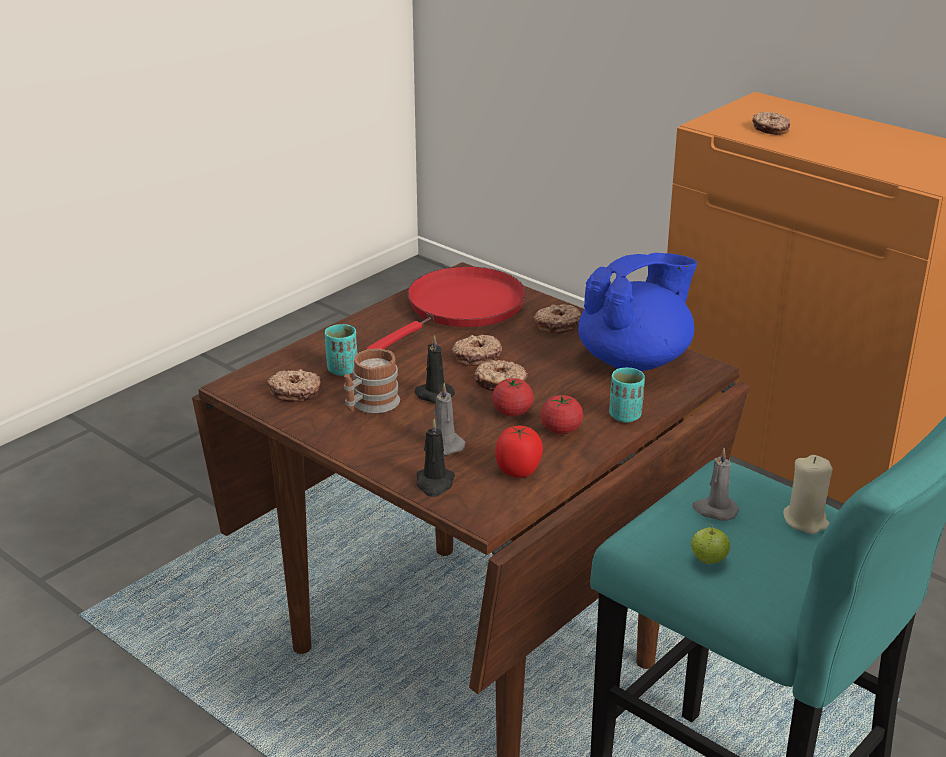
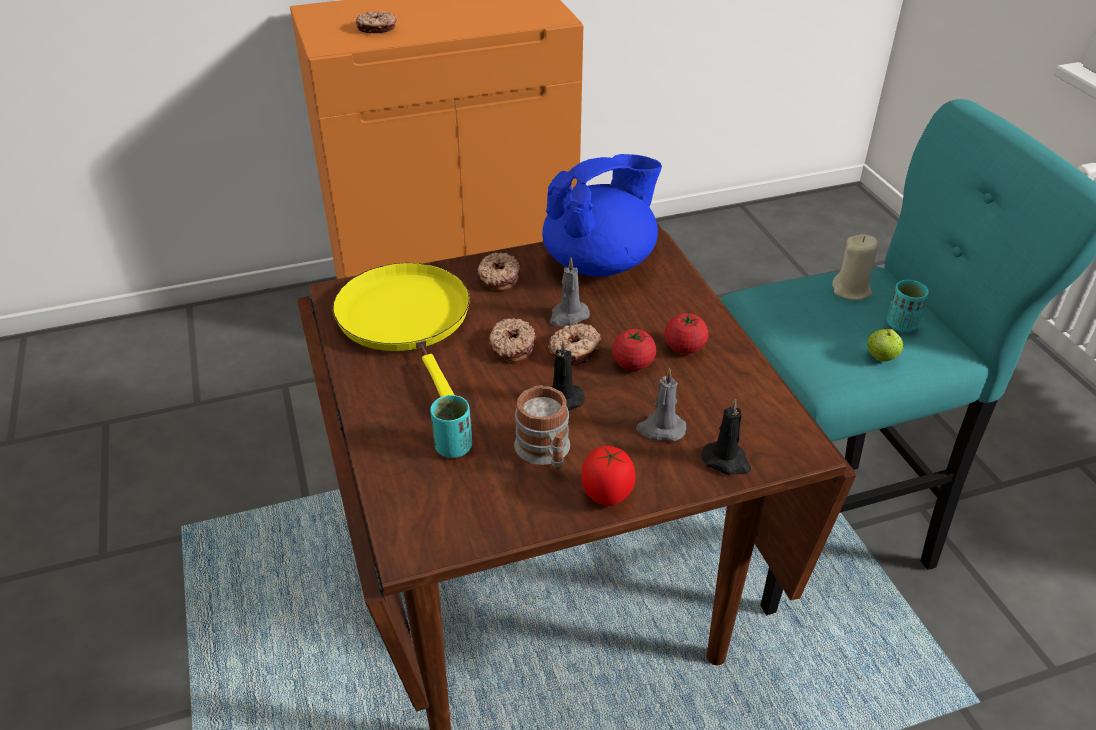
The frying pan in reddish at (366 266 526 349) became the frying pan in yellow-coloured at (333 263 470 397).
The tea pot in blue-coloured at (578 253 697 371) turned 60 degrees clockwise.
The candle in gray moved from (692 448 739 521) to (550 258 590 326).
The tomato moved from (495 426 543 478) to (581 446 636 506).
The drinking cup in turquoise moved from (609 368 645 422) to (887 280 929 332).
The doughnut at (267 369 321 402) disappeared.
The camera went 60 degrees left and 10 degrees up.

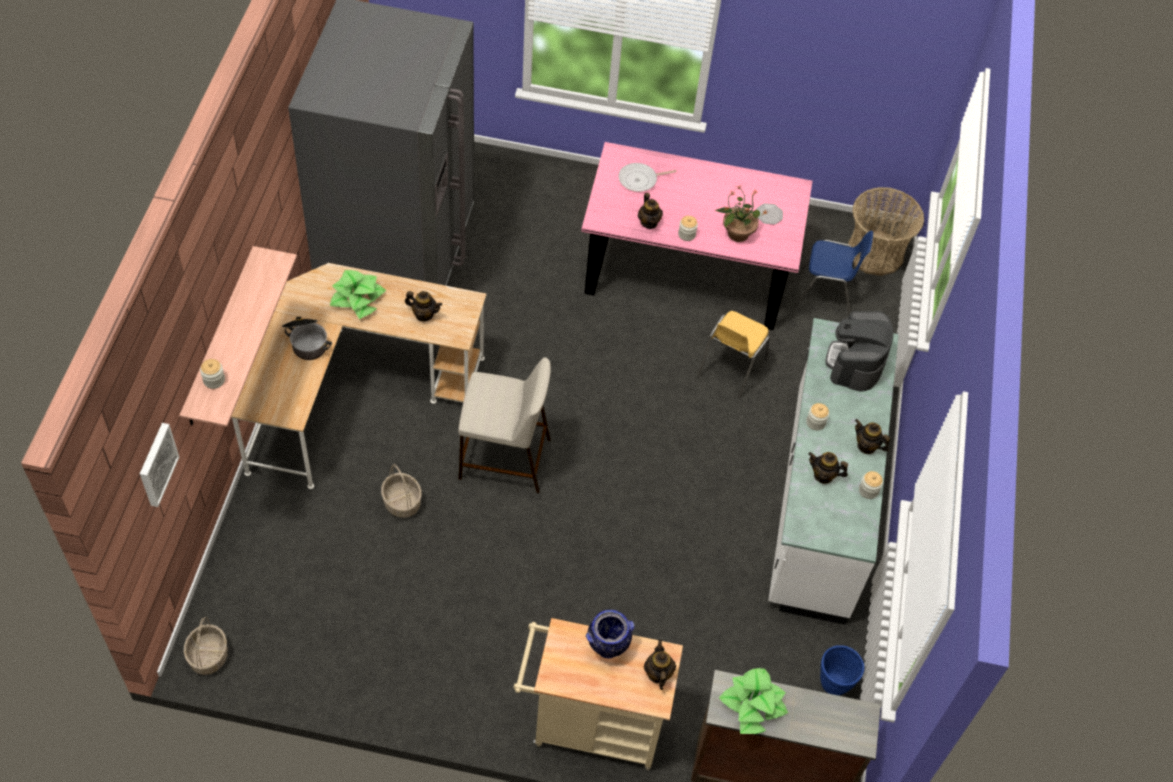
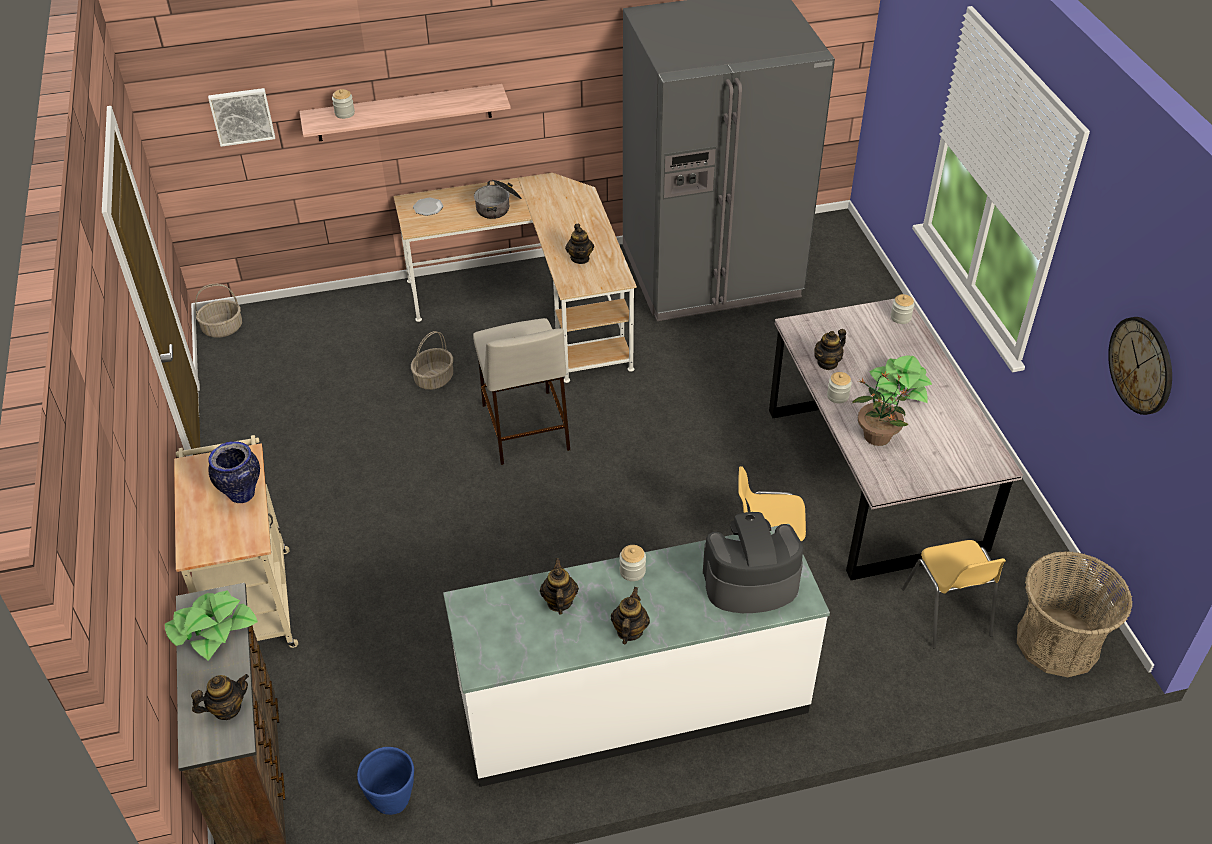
The tea pot moved from (644 640 676 690) to (191 674 249 720).
The plate moved from (756 203 783 225) to (413 197 443 216).
The dinner table in pink-coloured at (581 142 812 330) became the dinner table in gray at (769 299 1023 580).
The plant in a pot moved from (330 270 386 319) to (869 356 933 405).
The jar moved from (859 471 883 499) to (891 294 914 324).
The plain chair in blue-coloured at (794 230 873 316) became the plain chair in yellow-coloured at (902 540 1006 649).
The hanging clock at (1108 317 1172 415) appeared.
The frying pan at (619 163 677 192) disappeared.
The camera went 70 degrees right and 10 degrees down.

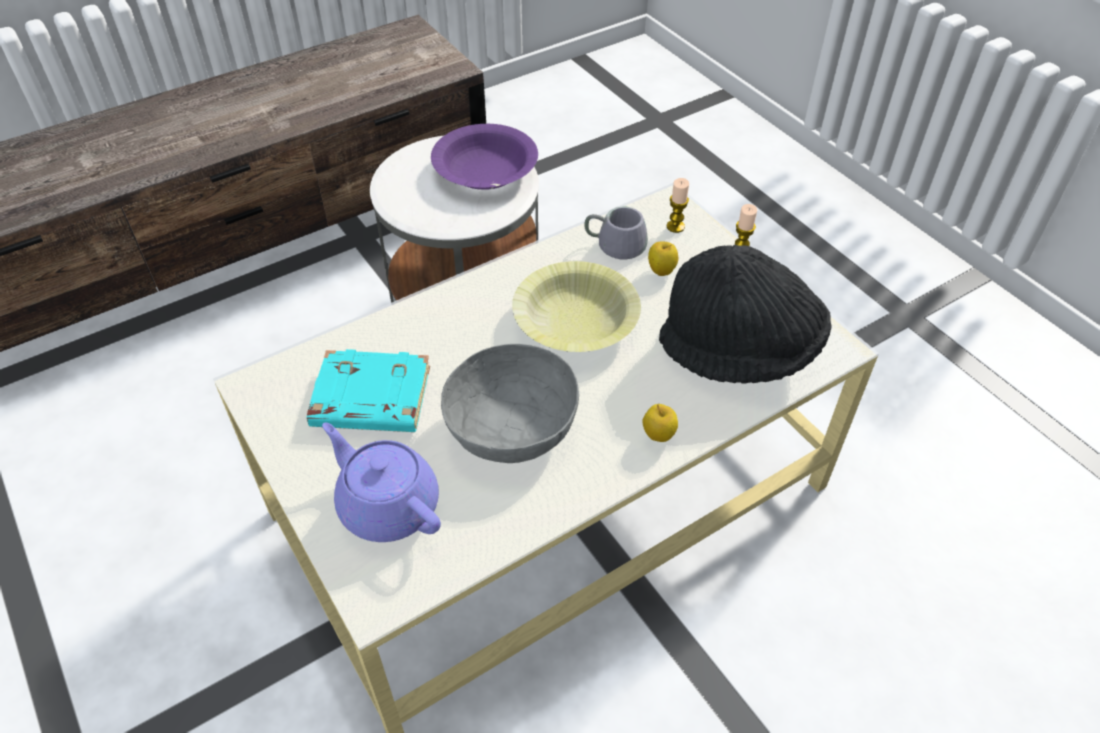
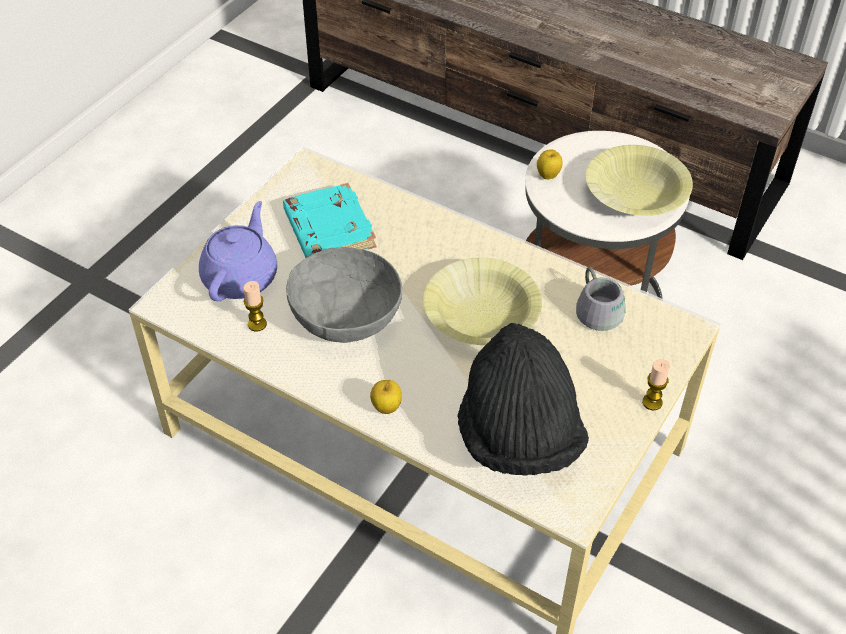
The candle moved from (667 178 689 233) to (243 281 267 331).
The apple fruit moved from (648 241 678 276) to (537 149 563 179).
The serving bowl in purplish at (431 124 538 190) became the serving bowl in yellow-coloured at (586 145 693 216).
The camera went 65 degrees right and 0 degrees up.

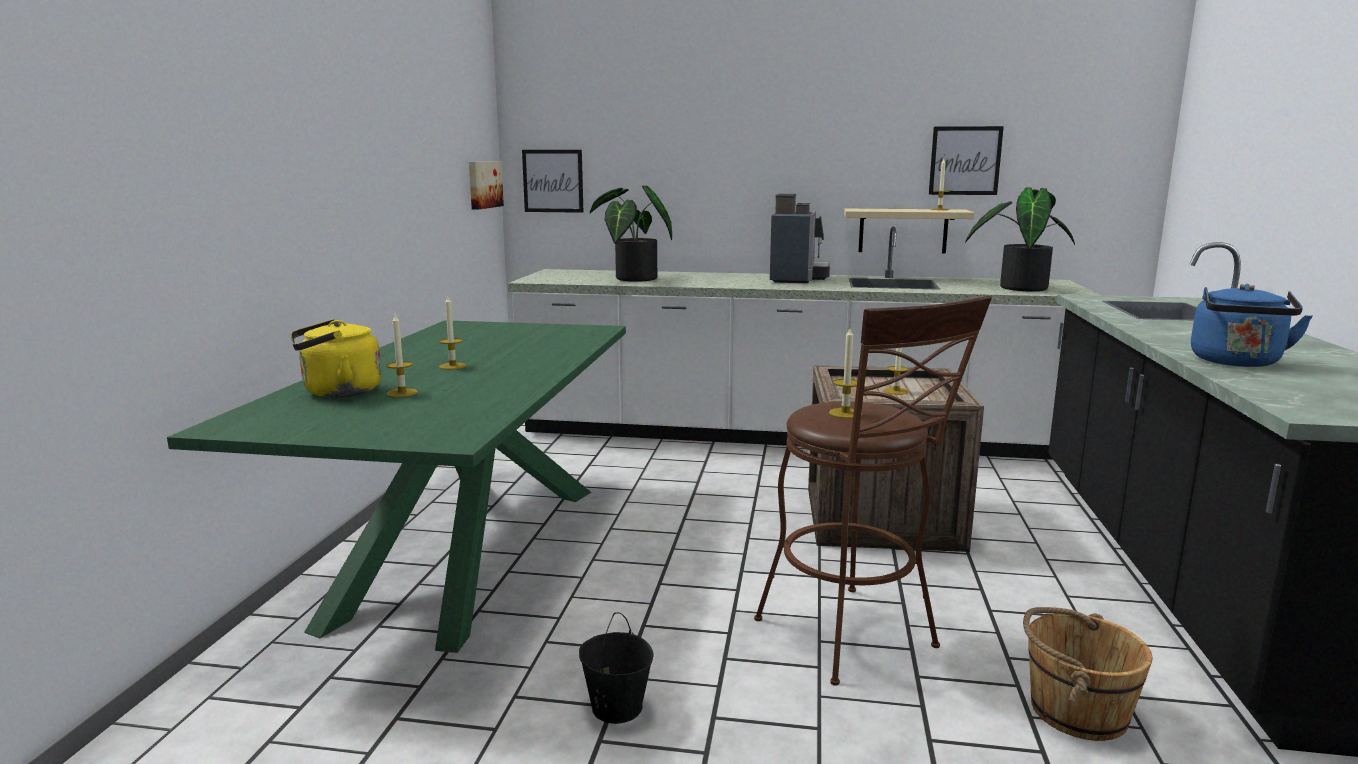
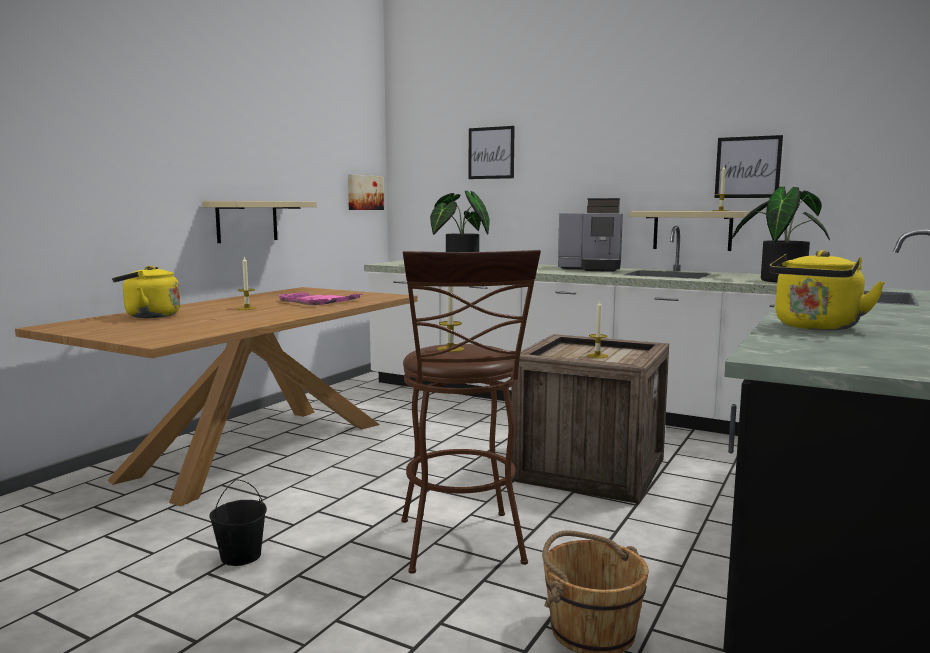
The dinner table in green at (167 320 626 653) became the dinner table in brownish at (15 287 418 506).
The shelf in beige-coloured at (202 201 317 243) appeared.
The tray in pink-coloured at (278 292 363 305) appeared.
The wall picture moved from (522 150 583 213) to (469 126 515 179).
The coffee brewer at (770 194 830 283) turned 75 degrees clockwise.
The kettle in blue-coloured at (1191 284 1313 367) became the kettle in yellow-coloured at (769 250 885 330).
The candle at (386 314 418 397) disappeared.
The camera went 20 degrees right and 5 degrees down.

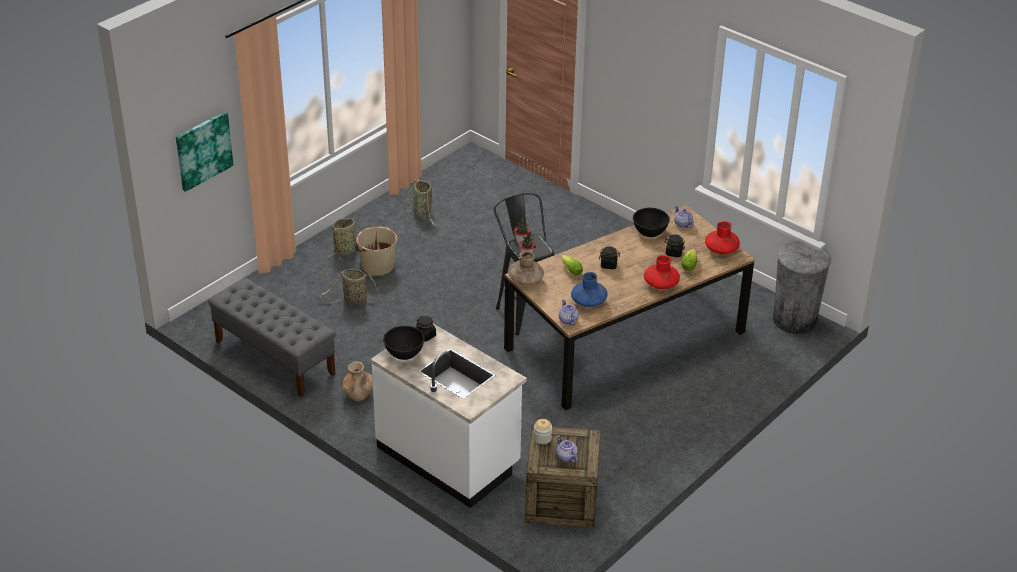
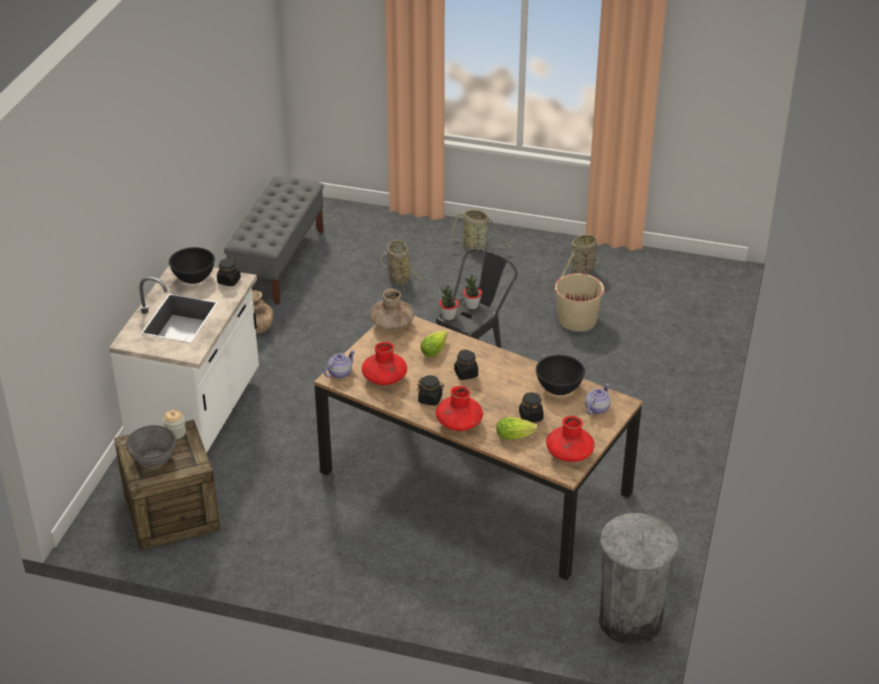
The tea pot at (556 435 578 463) was replaced by the serving bowl in gray at (126 425 176 467).
The vase in blue-coloured at (571 272 607 307) became the vase in reddish at (362 342 407 385).
The jar in black-coloured at (417 375 444 406) appeared.
The pail in beige-coloured moved from (356 226 397 275) to (554 273 606 331).
The wall picture at (176 112 233 192) disappeared.
The camera went 65 degrees right and 0 degrees up.

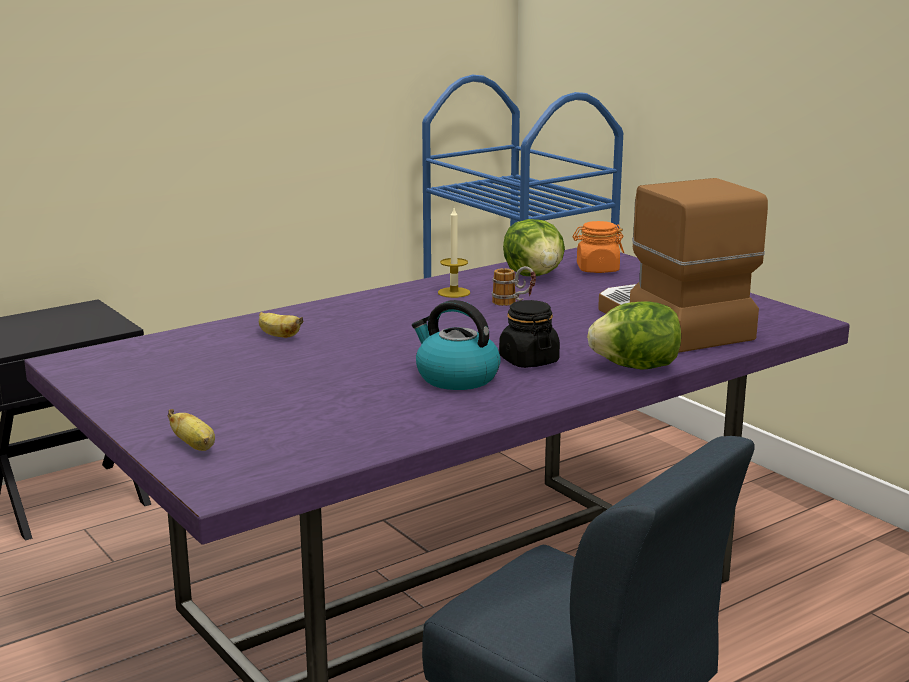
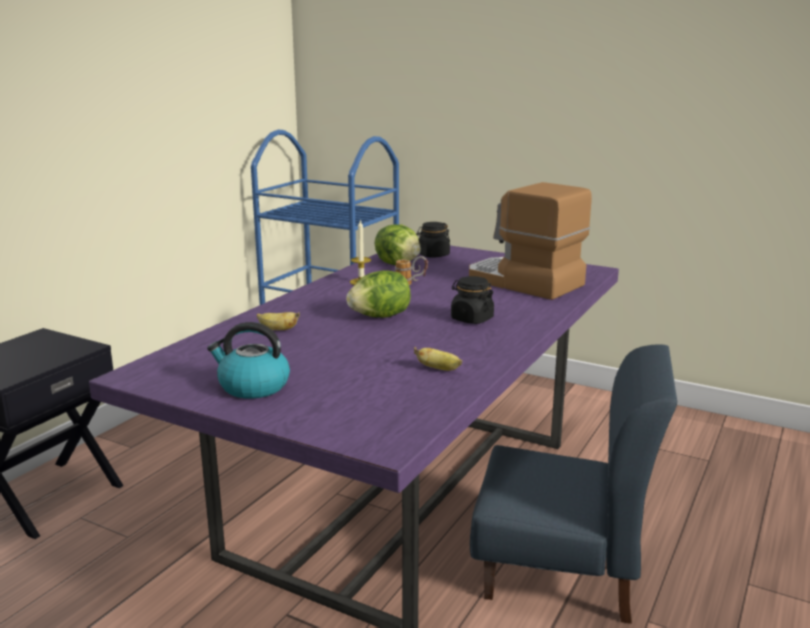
The kettle moved from (412 300 501 390) to (207 322 290 399).
The lettuce head moved from (587 301 681 370) to (346 270 411 318).
The whole banana moved from (168 409 215 451) to (414 347 462 371).
The jar in orangey at (572 221 624 273) became the jar in black-coloured at (416 222 450 258).
The camera went 25 degrees left and 0 degrees up.

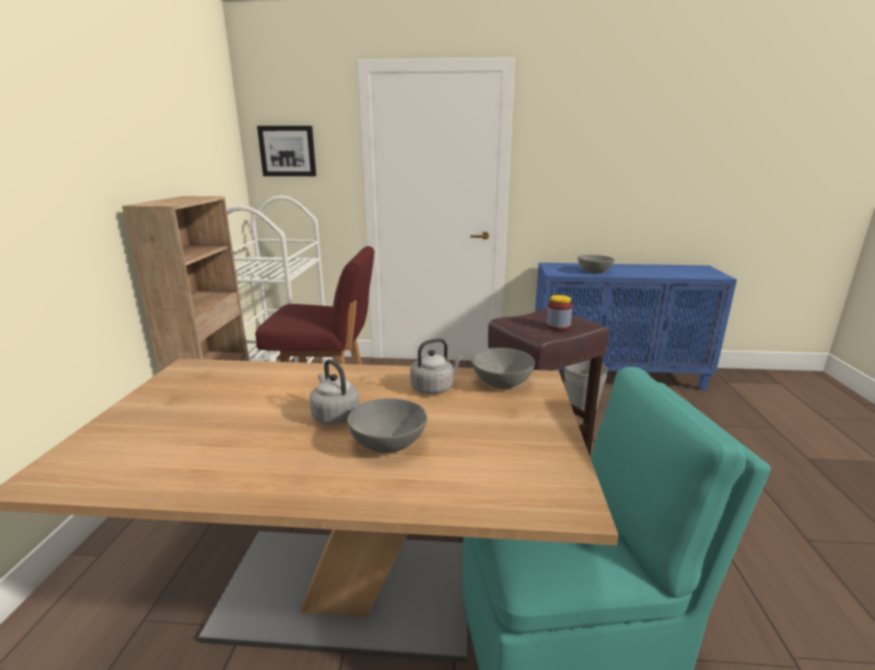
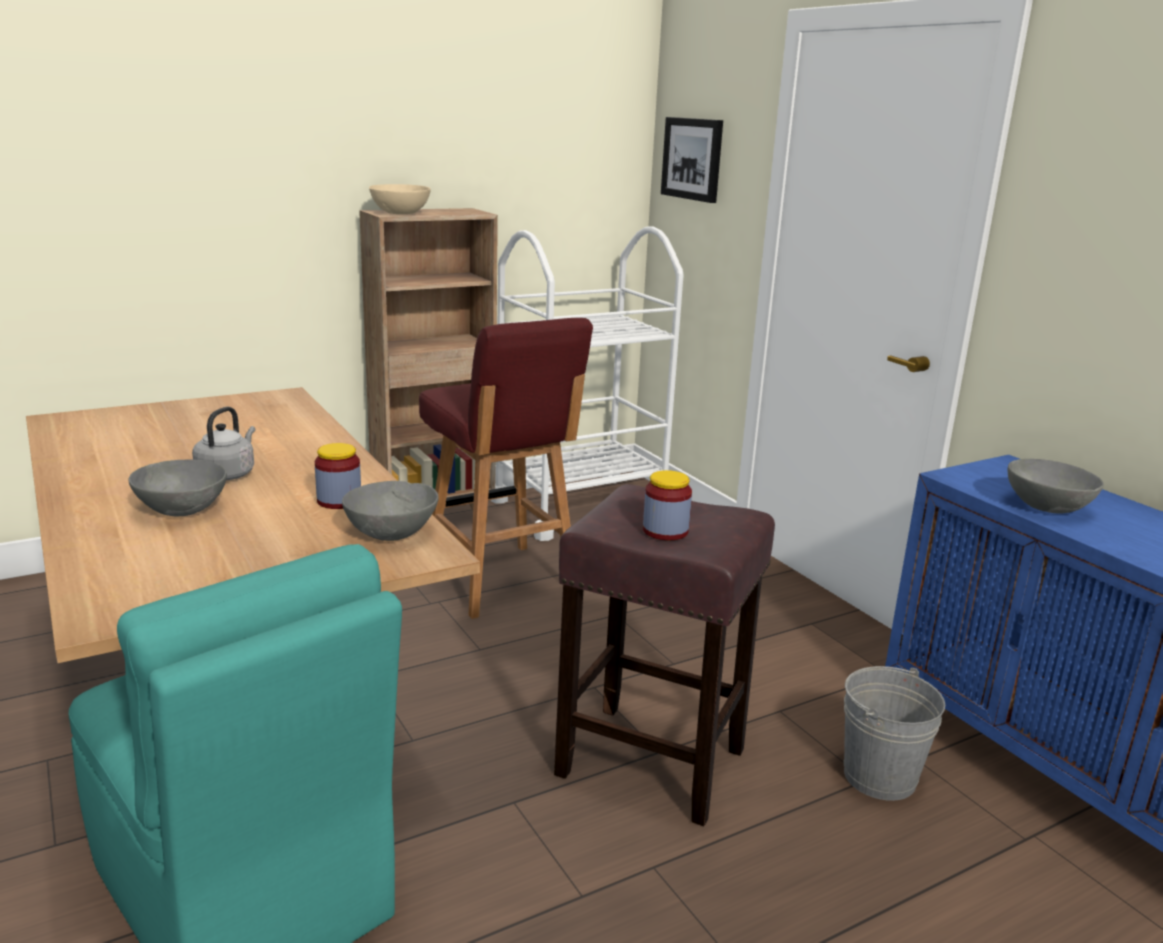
The kettle in gray at (410 338 463 394) was replaced by the jar at (315 443 361 509).
The serving bowl in beige-coloured at (369 184 431 214) appeared.
The camera went 55 degrees right and 0 degrees up.

